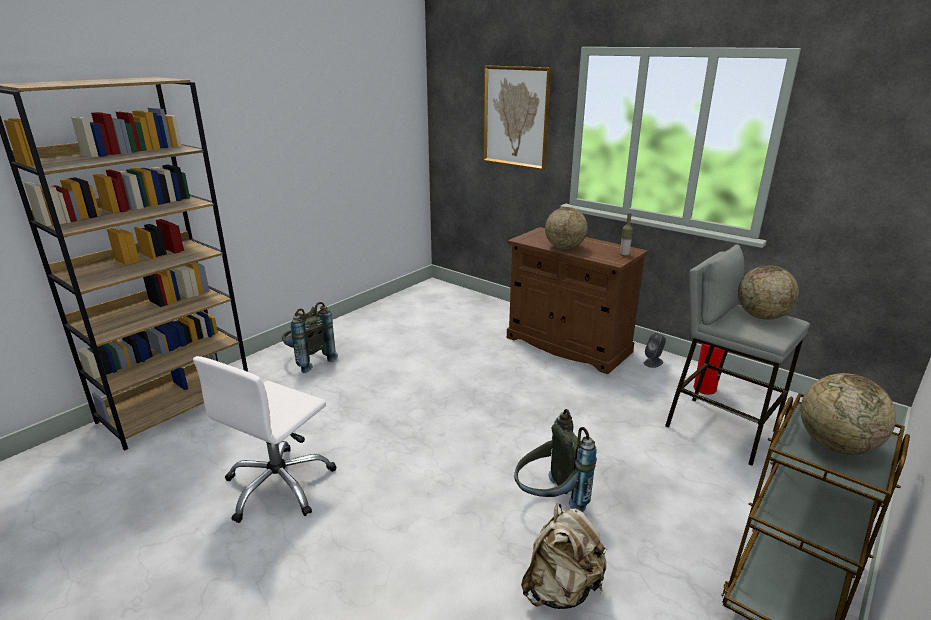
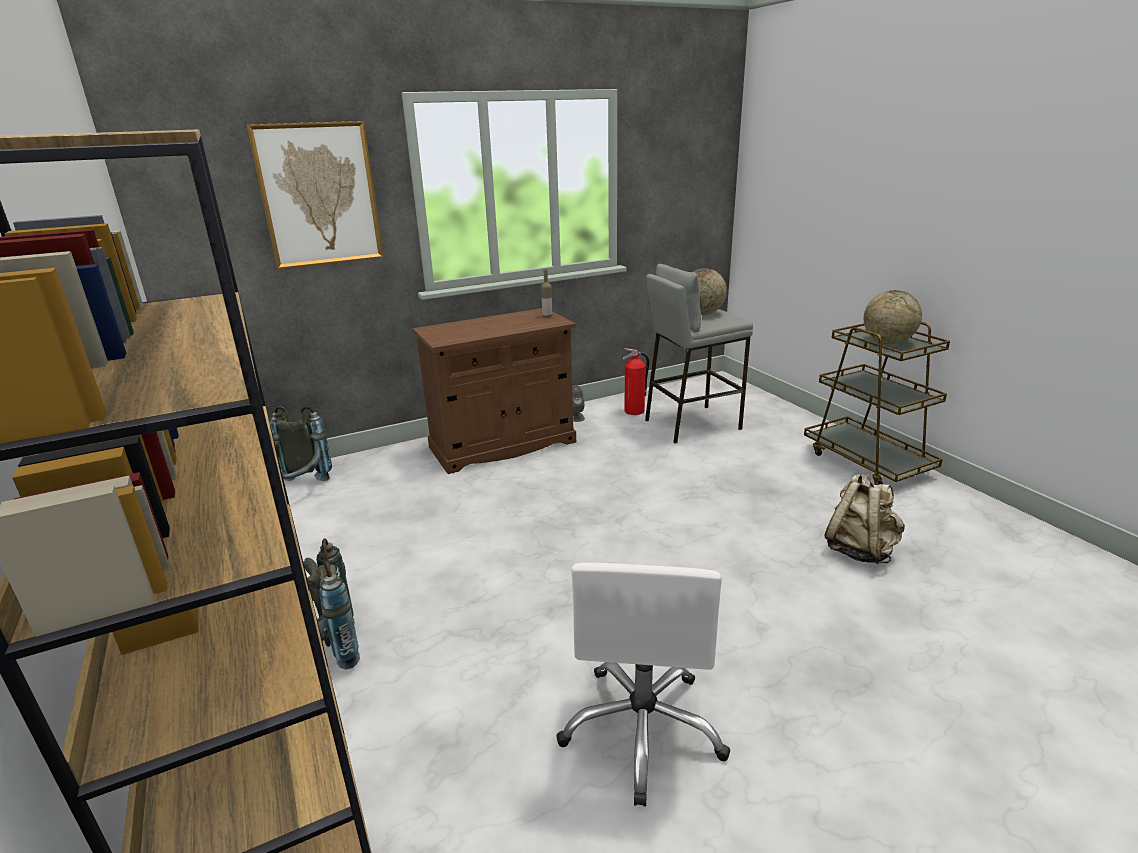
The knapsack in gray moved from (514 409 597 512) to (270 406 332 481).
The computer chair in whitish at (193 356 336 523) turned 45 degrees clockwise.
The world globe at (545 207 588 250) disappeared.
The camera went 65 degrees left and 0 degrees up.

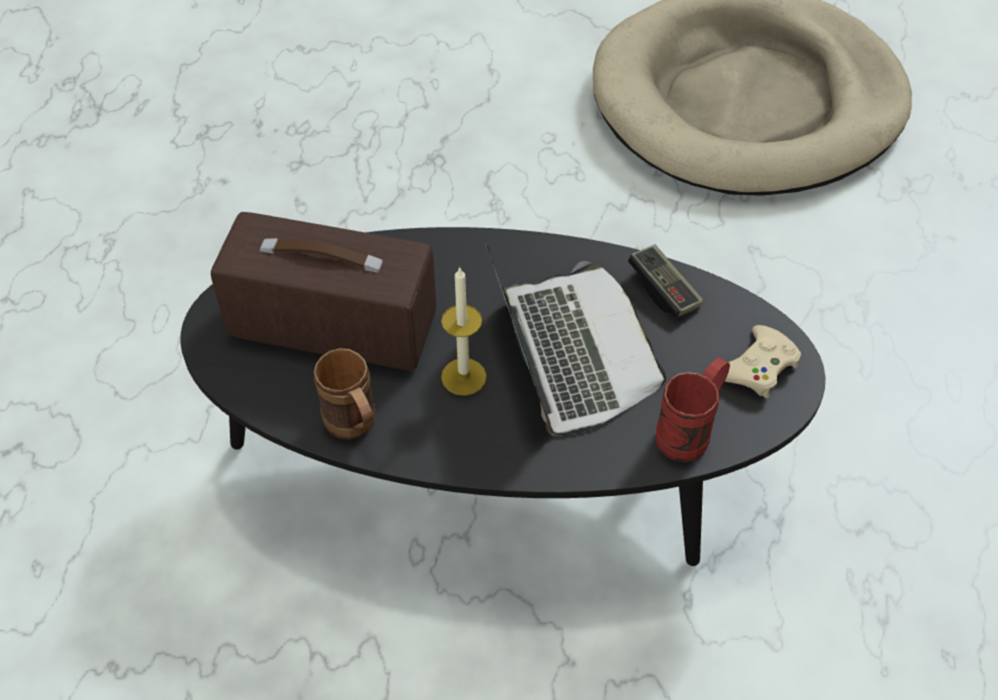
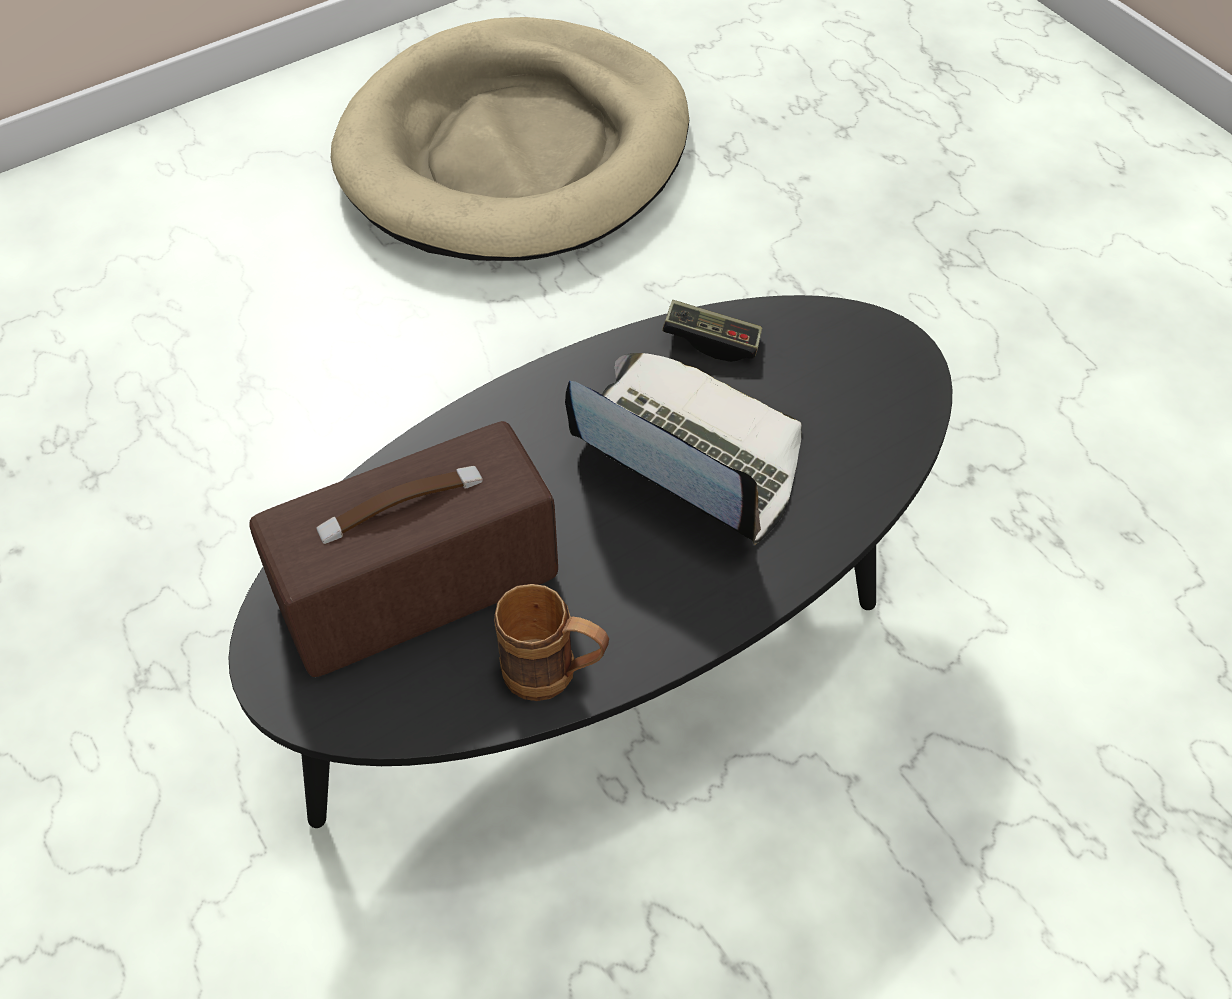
The candle at (441 267 487 396) disappeared.
The mug in reddish at (655 358 730 462) disappeared.
The joypad in beige-coloured at (725 325 801 398) disappeared.
The camera went 40 degrees left and 0 degrees up.

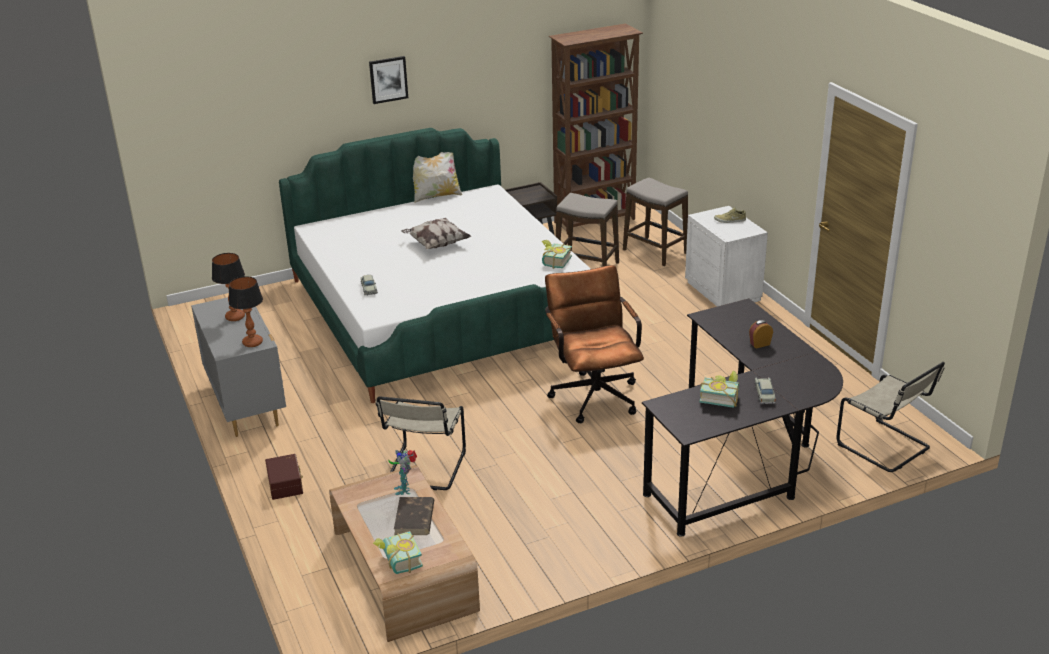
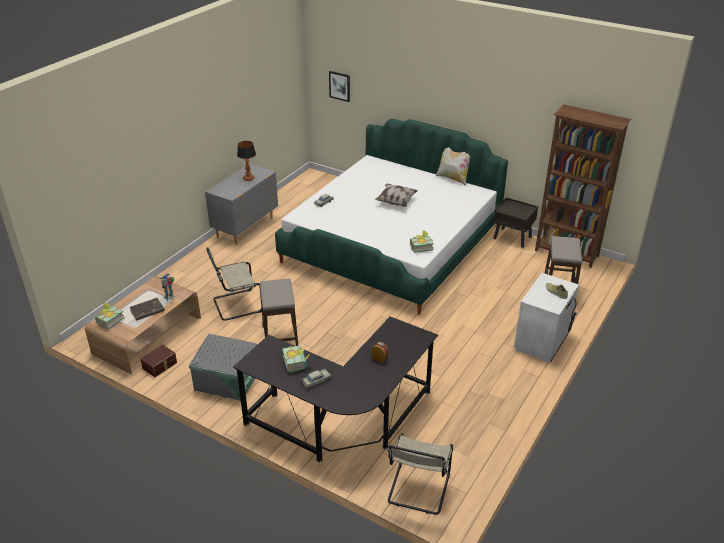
The storage bin in brownish moved from (265 454 303 500) to (140 345 177 377).
The storage bin in gray at (189 334 257 401) appeared.
The sitting stool moved from (556 193 619 267) to (260 279 298 346).
The wall picture moved from (369 56 408 104) to (329 71 350 102).
The lamp for a table at (229 276 263 347) disappeared.
The computer chair in brownish at (545 265 644 423) disappeared.
The camera went 55 degrees right and 5 degrees up.

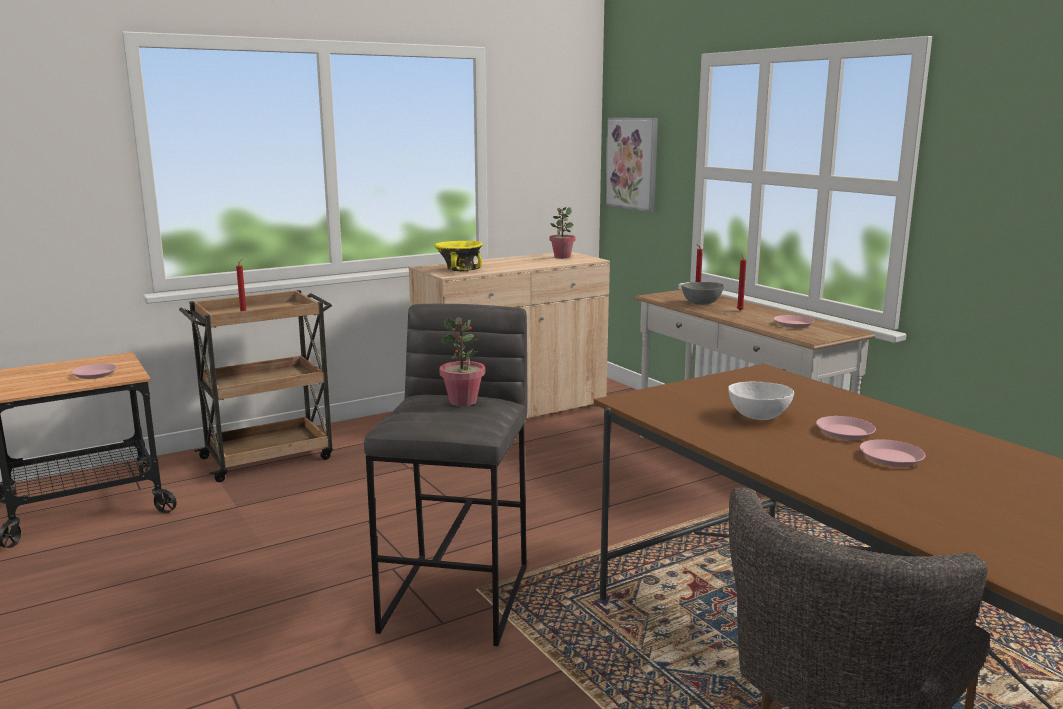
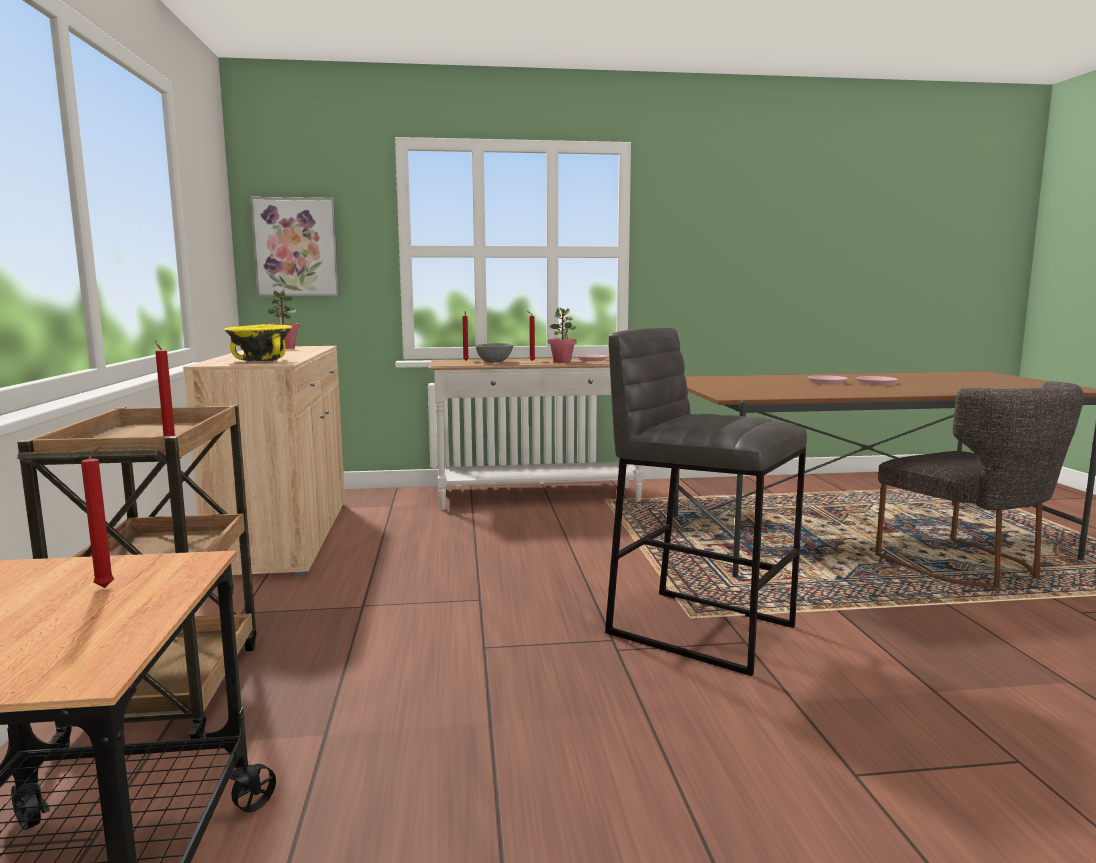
The plate in pink-coloured at (71 363 117 379) was replaced by the candle in reddish at (81 446 114 588).
The plant in a pot moved from (439 317 485 406) to (548 307 576 363).
The serving bowl in whitish at (728 382 794 420) disappeared.
The camera went 65 degrees left and 5 degrees down.

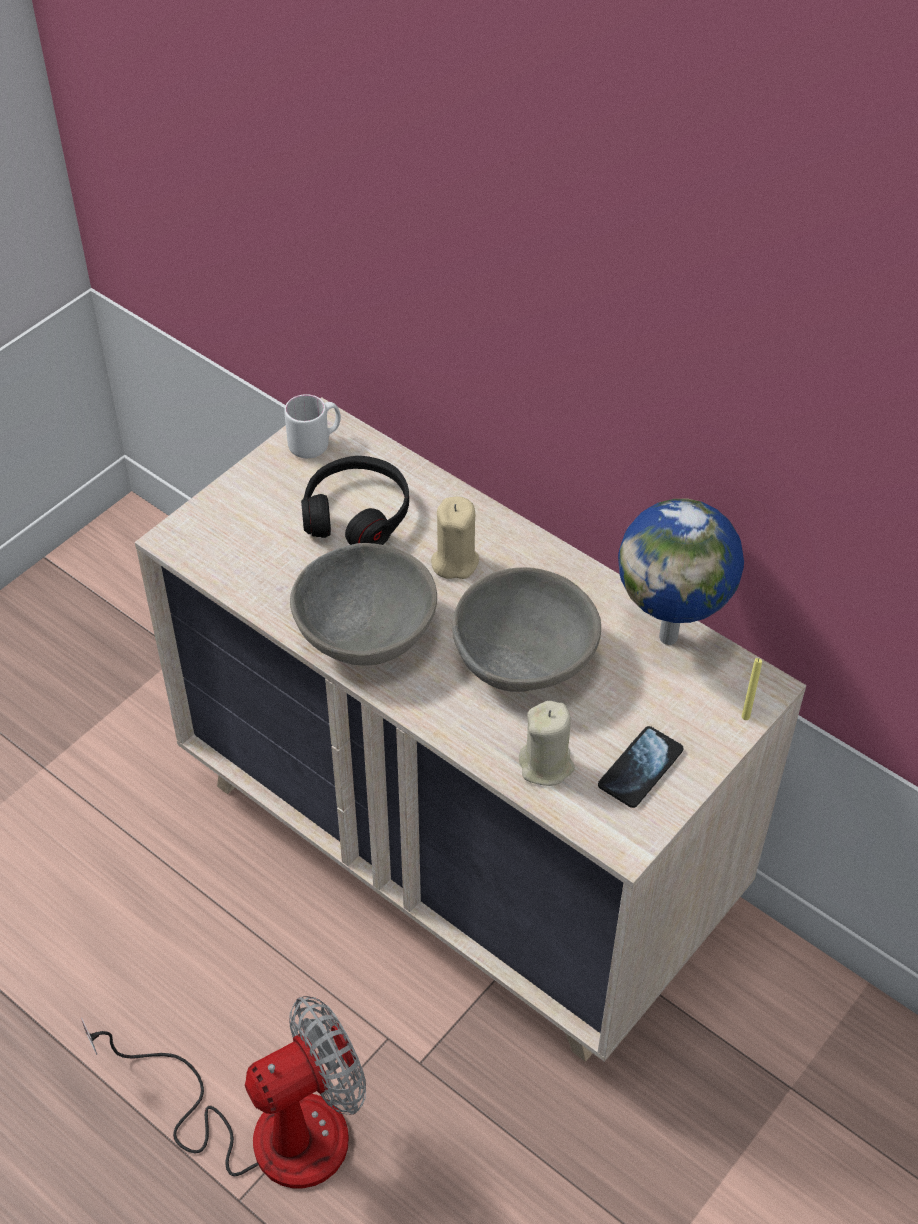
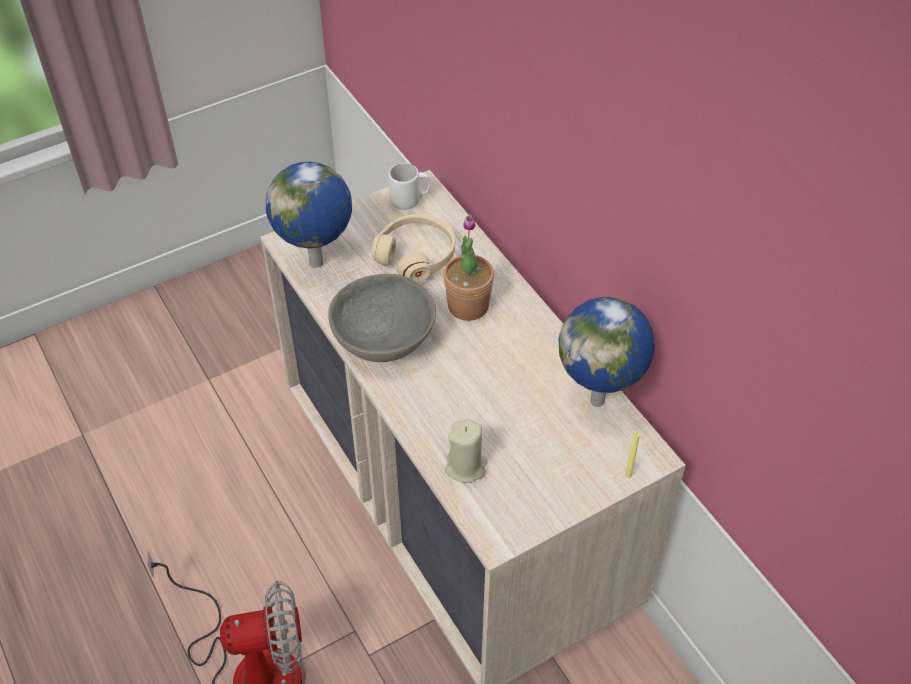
The world globe at (266 162 352 268) appeared.
The headset in black-coloured at (301 456 409 545) became the headset in beige-coloured at (372 214 455 283).
The candle in beige-coloured at (431 497 479 579) was replaced by the plant in a pot at (443 215 494 321).
The serving bowl in gray at (452 567 601 692) disappeared.
The telephone at (598 726 683 808) disappeared.
The camera went 20 degrees right and 0 degrees up.

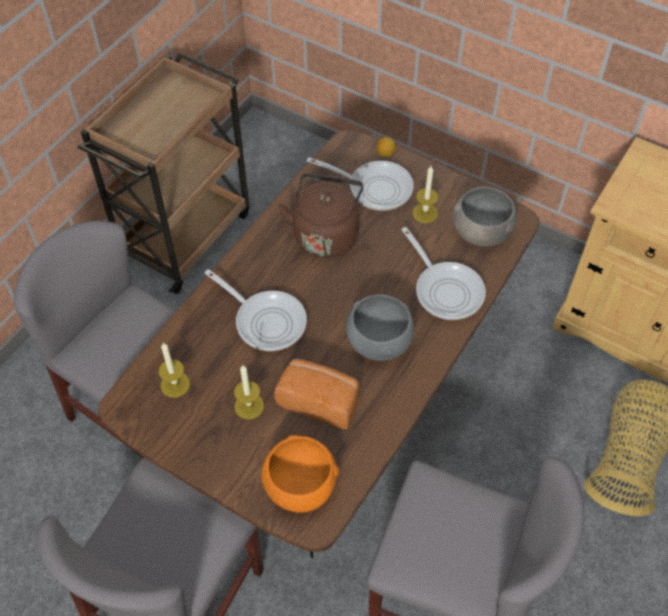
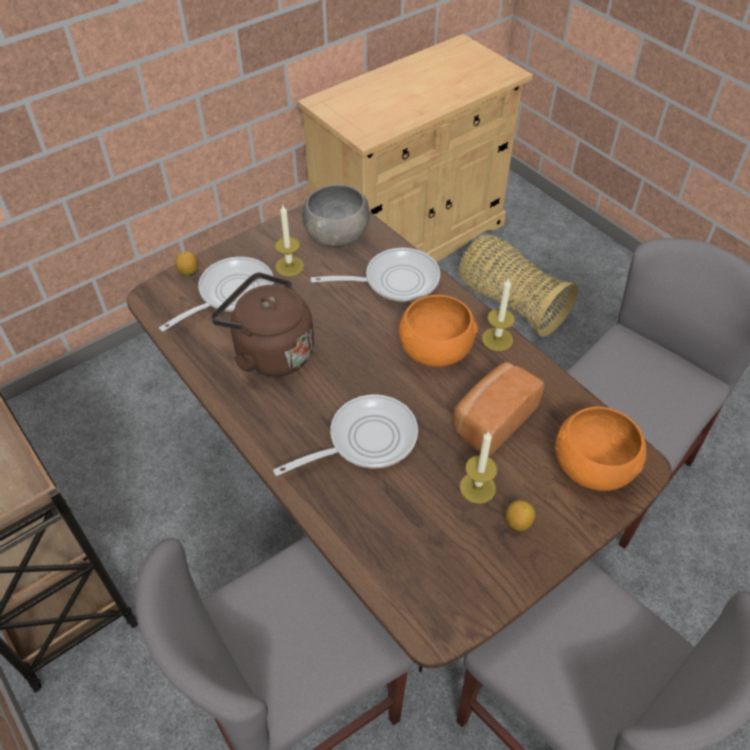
The serving bowl in gray at (346 295 414 361) became the serving bowl in orangey at (399 295 478 367).
The candle moved from (158 342 190 398) to (482 277 515 351).
The lemon at (506 500 535 531) appeared.
The camera went 70 degrees left and 5 degrees down.

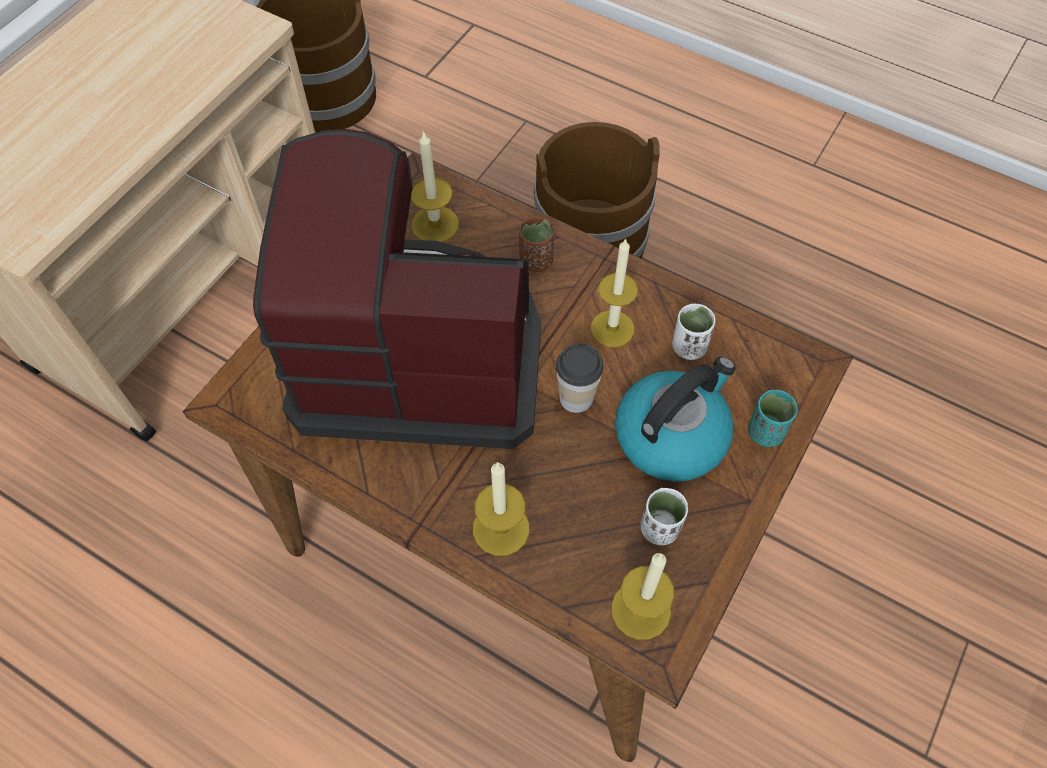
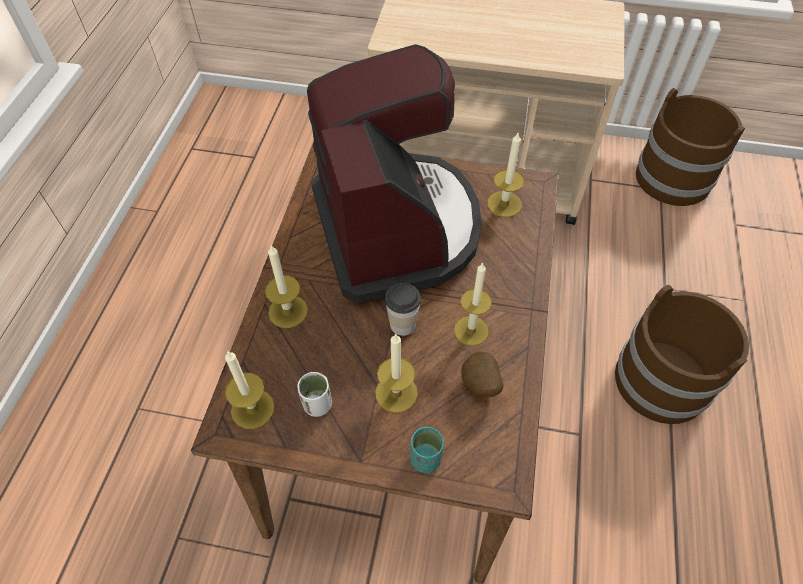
The kettle at (615 357 736 482) was replaced by the candle at (375 333 418 413).
The drinking cup in whitish at (672 304 715 360) was replaced by the whole potato at (461 352 504 397).
The drinking cup in brownish at (519 217 554 272) disappeared.
The camera went 70 degrees right and 5 degrees down.

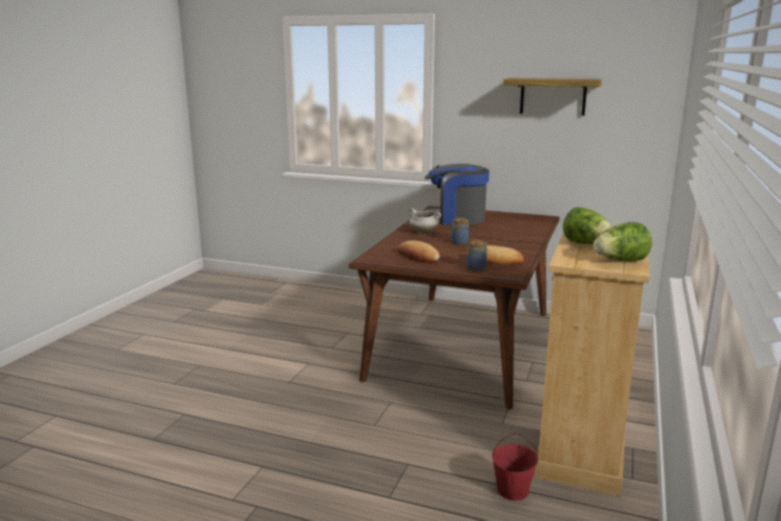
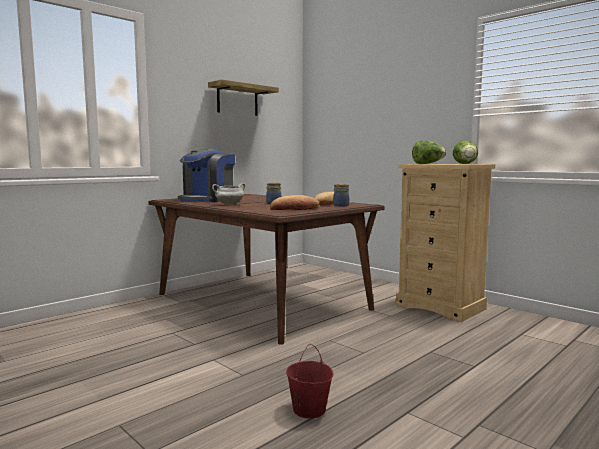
The pail in reddish moved from (492 433 538 501) to (286 344 334 418).
The camera went 65 degrees left and 10 degrees down.

